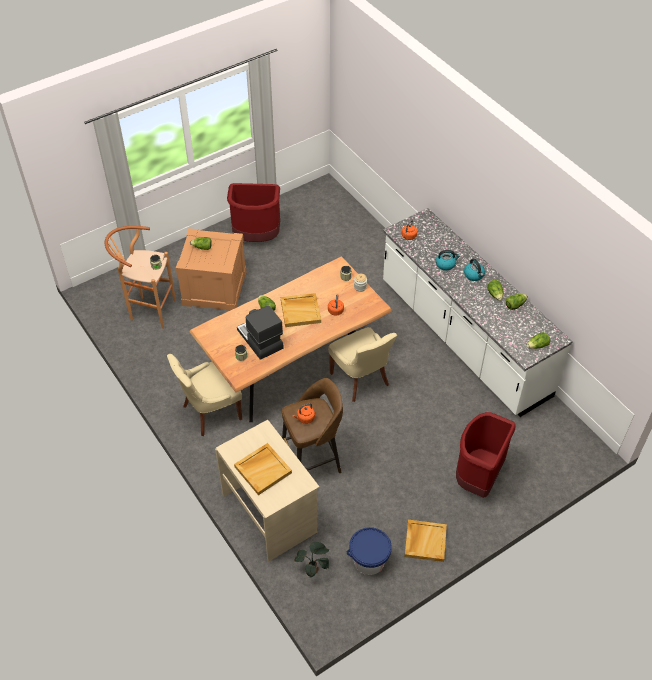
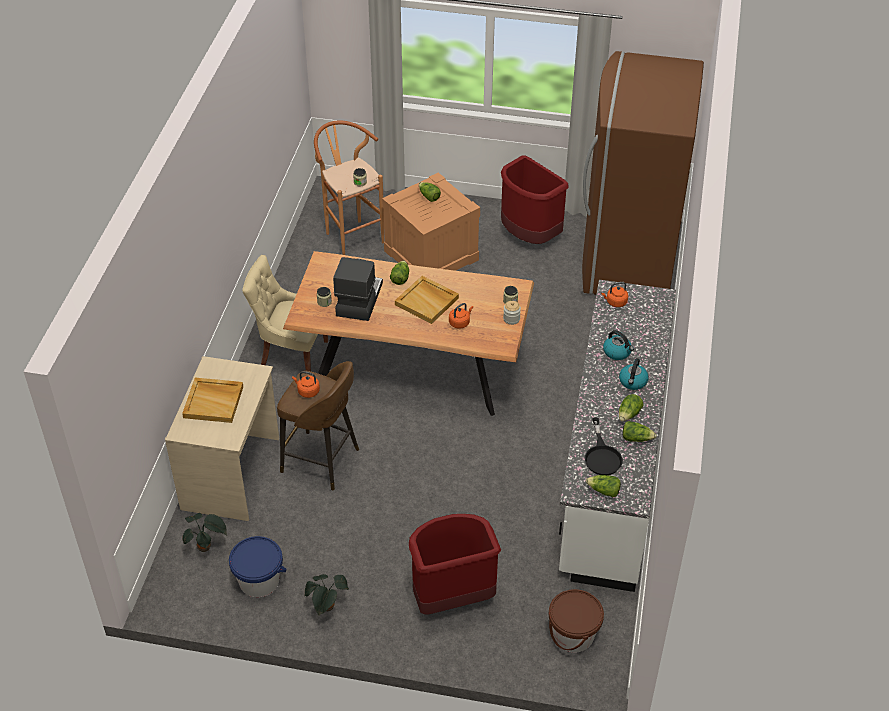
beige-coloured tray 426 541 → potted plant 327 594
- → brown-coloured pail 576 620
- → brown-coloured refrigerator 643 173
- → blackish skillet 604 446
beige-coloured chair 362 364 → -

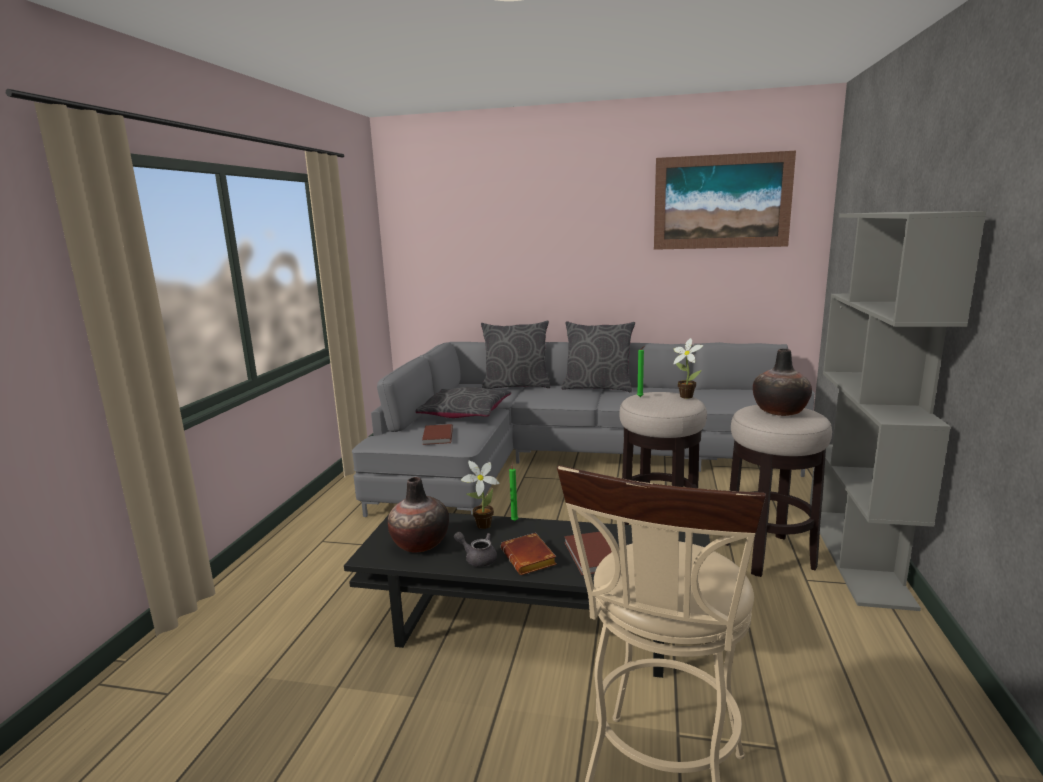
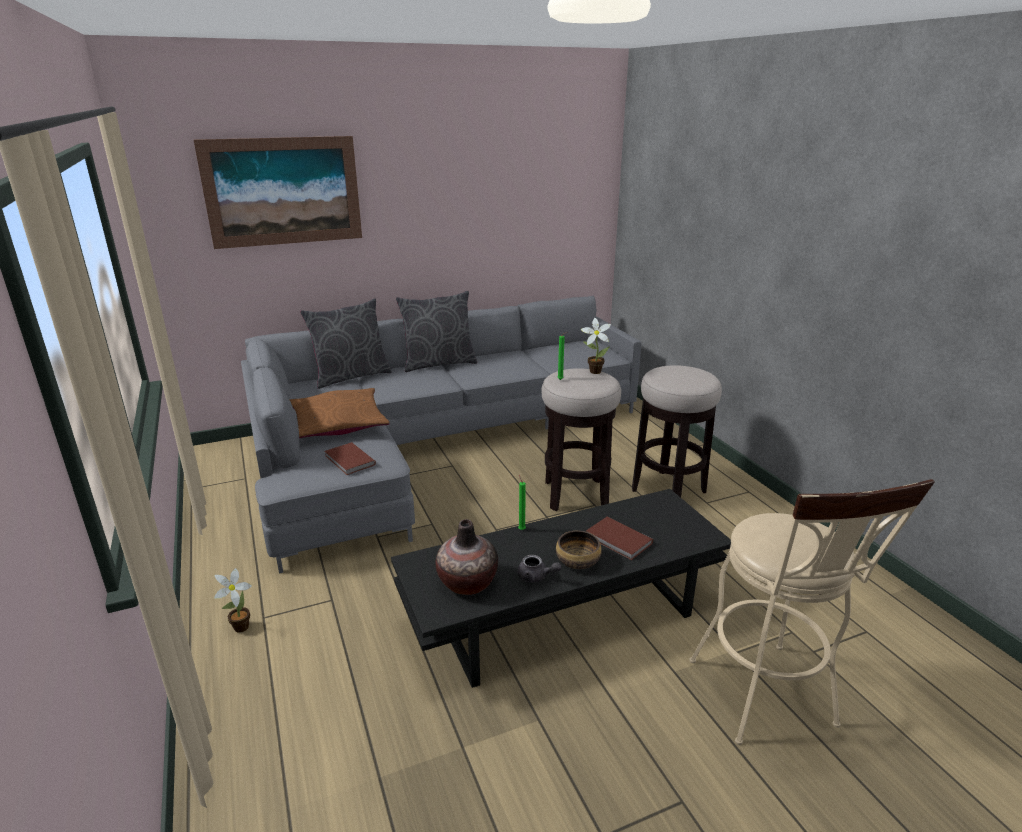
wall art 725 200 → wall art 278 192, moved
potted plant 480 495 → potted plant 233 600, moved
grey throw pillow 463 402 → brown-coloured throw pillow 339 413
grey pot for tea 475 549 → grey pot for tea 539 568, 150 degrees counterclockwise
brown-coloured bound book 529 554 → bowl 579 550
vase 782 382 → -
grey shelving unit 898 411 → -

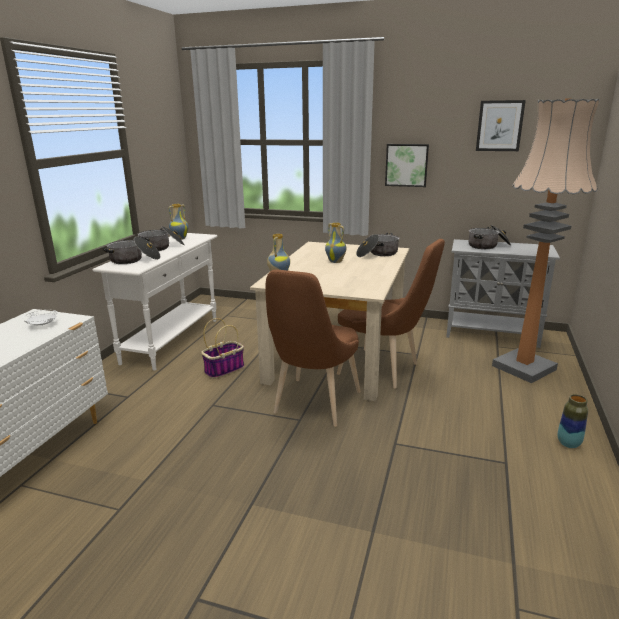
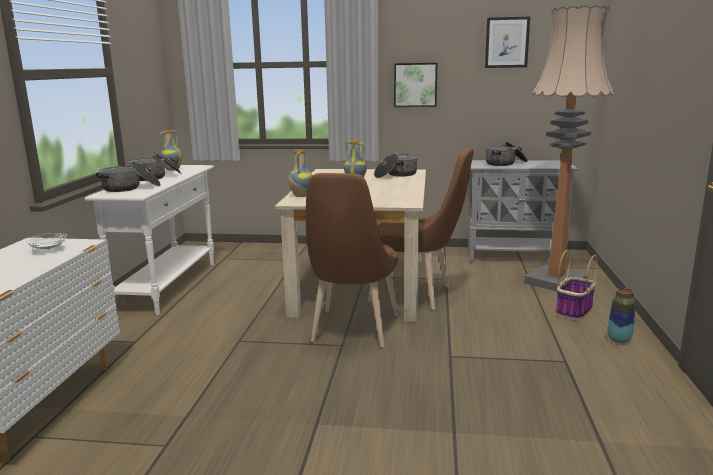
basket 222 348 → basket 577 285, moved

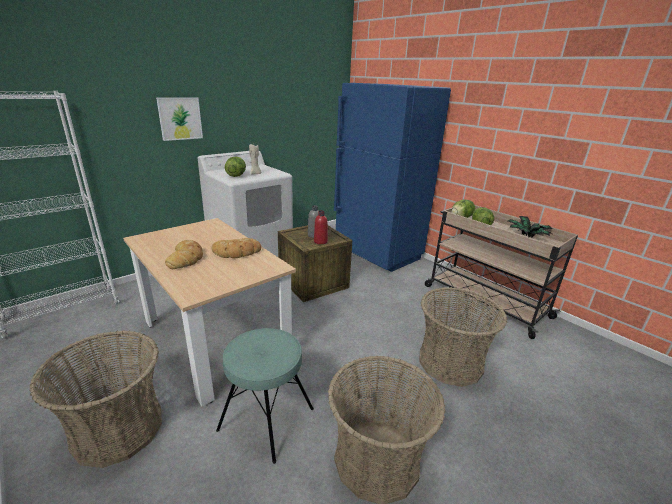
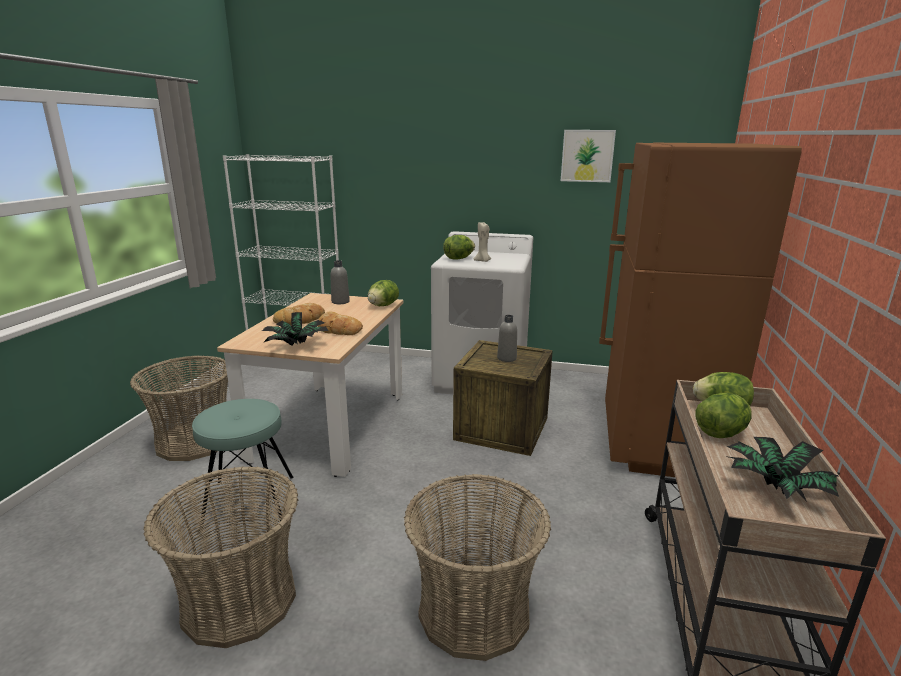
- → potted plant 295 329
- → grey drink bottle 340 282
- → lettuce head 383 293
wall art 179 119 → wall art 588 156, moved
bluish refrigerator 392 177 → brown-coloured refrigerator 700 310
reddish drink bottle 321 227 → -

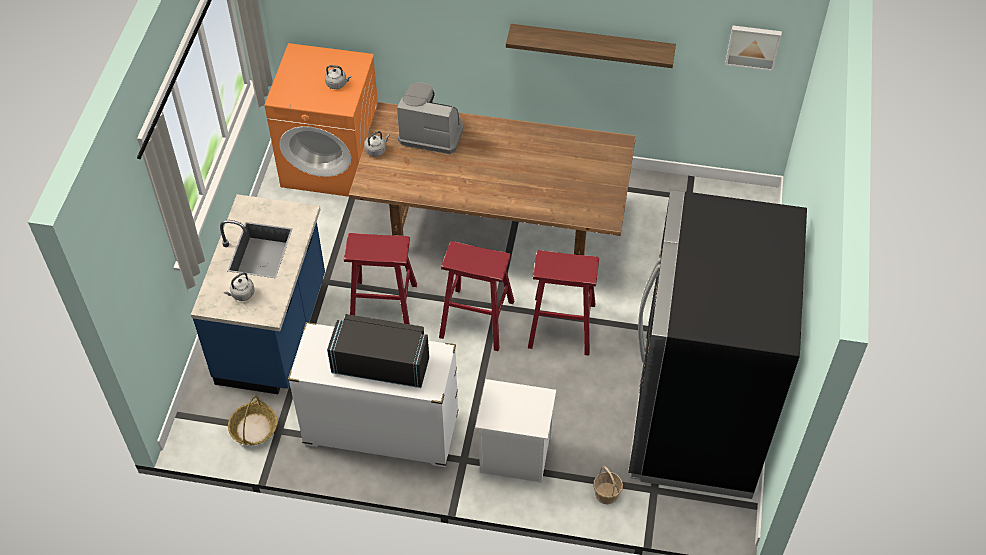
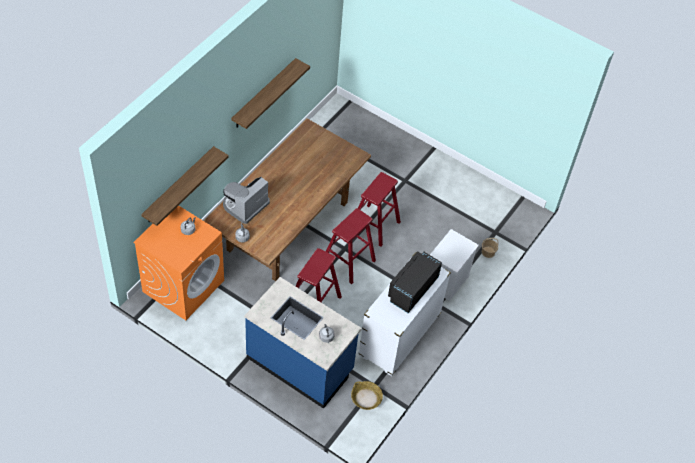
- → bracket shelf 185 186
blackish refrigerator 717 344 → -
wall art 753 48 → -

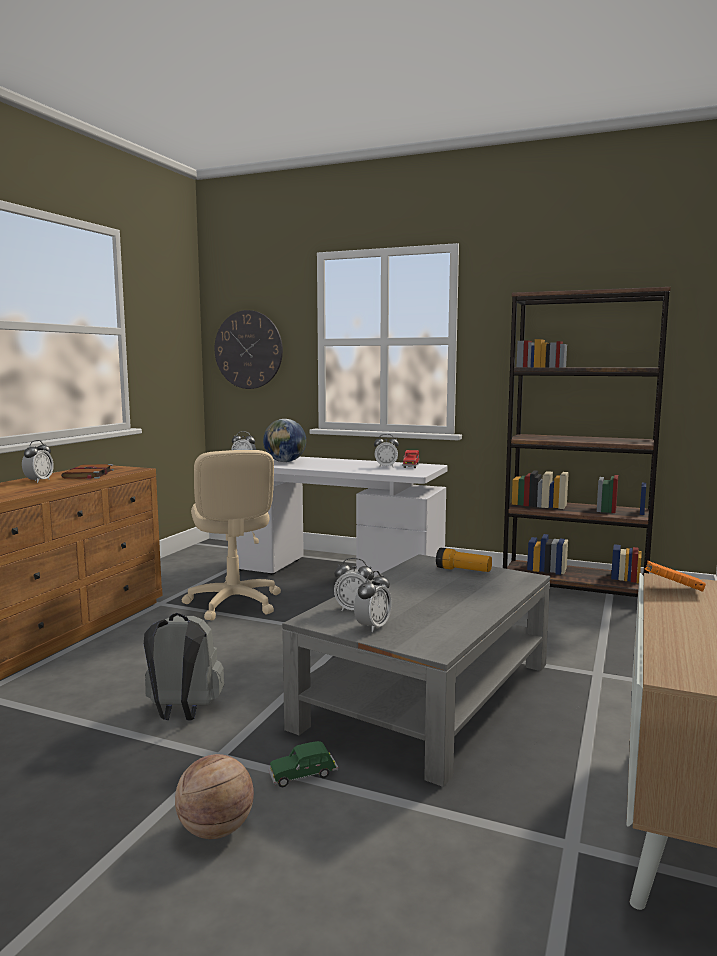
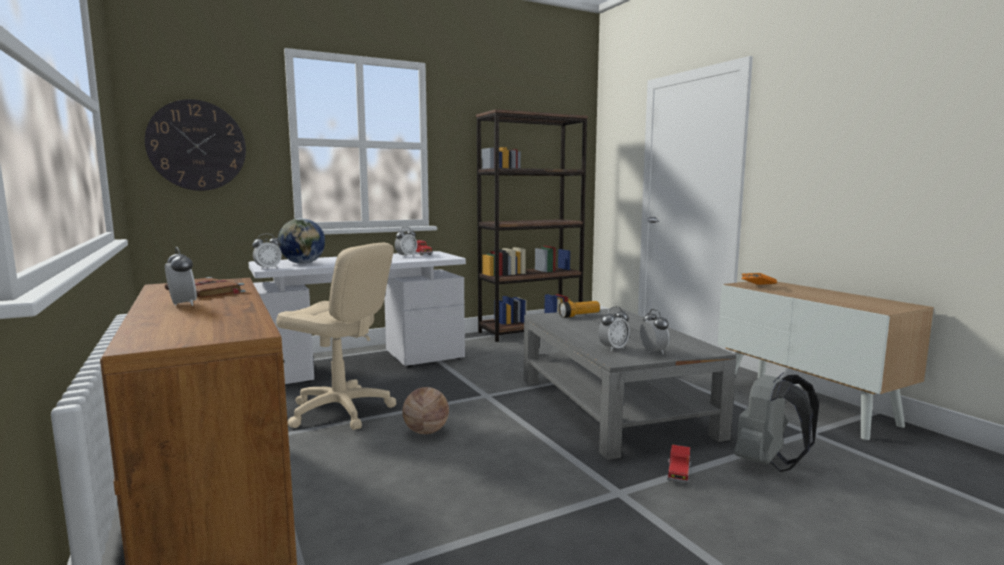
ball for basketball 214 796 → ball for basketball 425 410, moved
green model car 303 764 → reddish model car 679 464
grey knapsack 184 667 → grey knapsack 776 422, moved

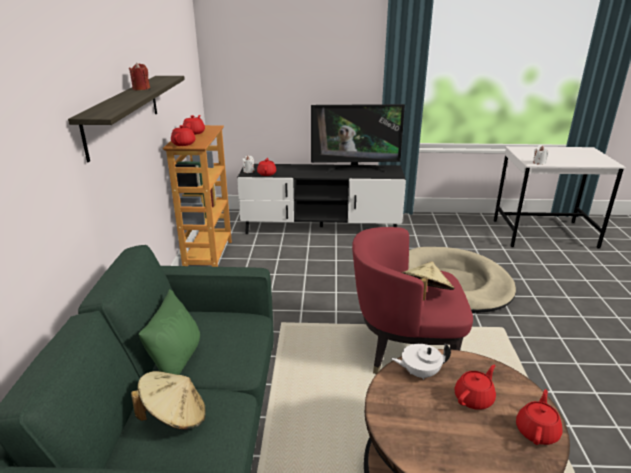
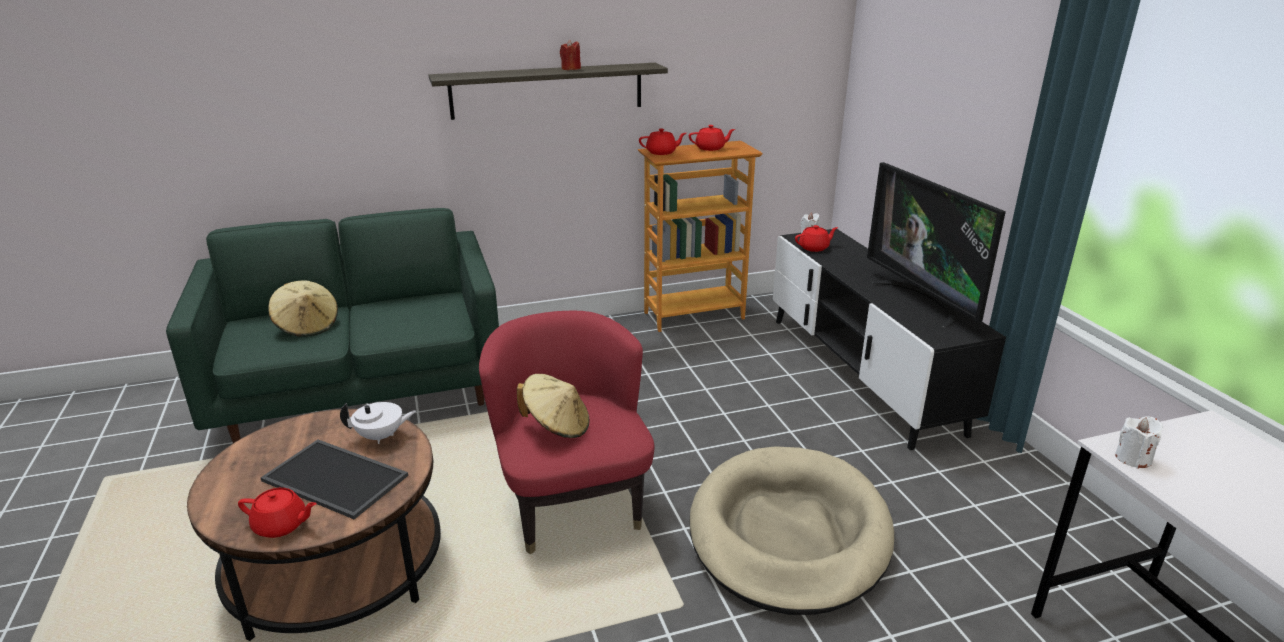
reddish pot for tea 475 387 → tray 334 479
white pot for tea 421 361 → white pot for tea 378 423, 105 degrees clockwise
green throw pillow 169 332 → -

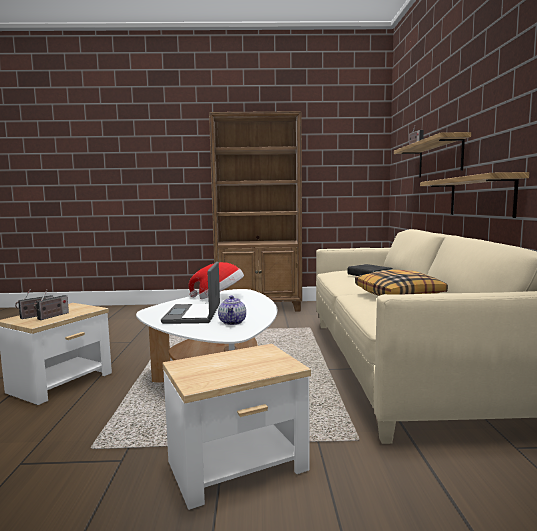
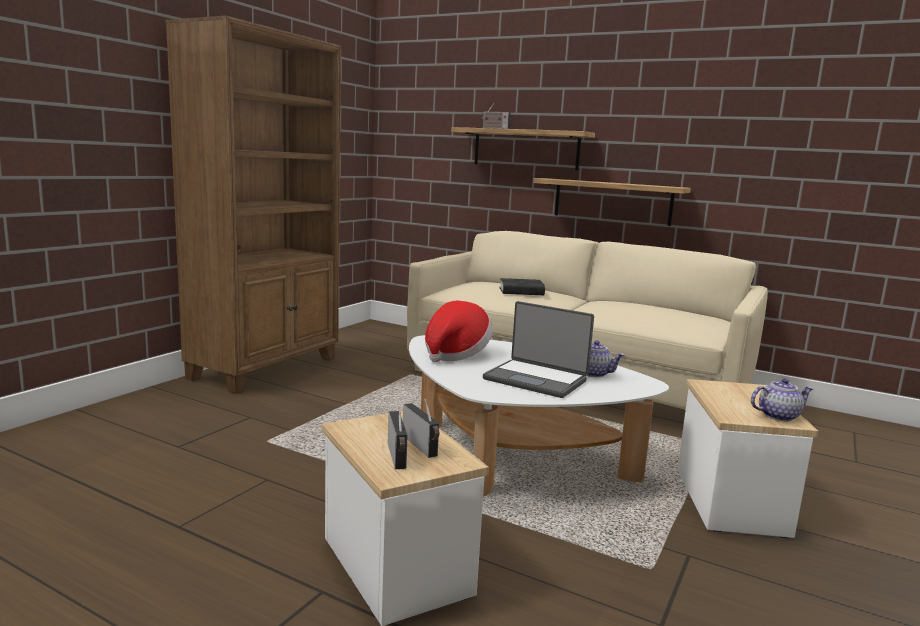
- → pot for tea 782 399
throw pillow 401 283 → -

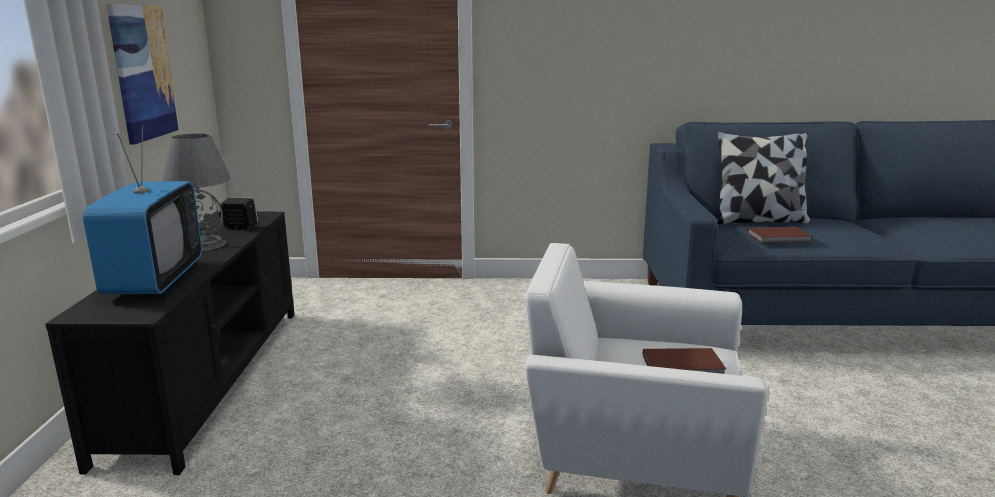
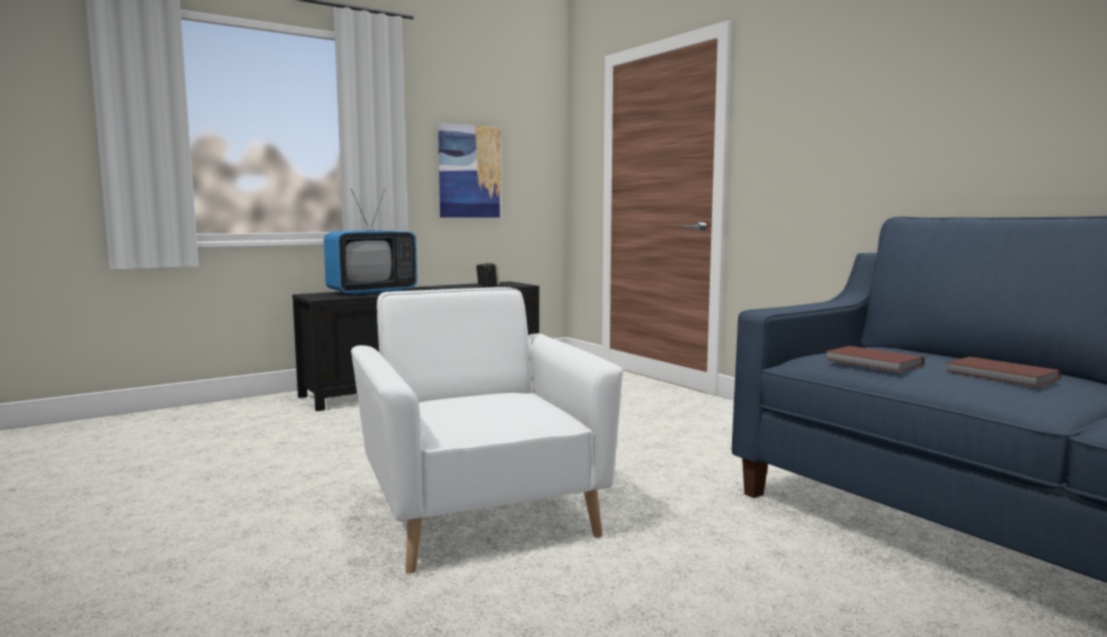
brown-coloured bound book 684 361 → brown-coloured bound book 1003 372, moved
grey lamp for a table 196 192 → -
throw pillow 764 177 → -

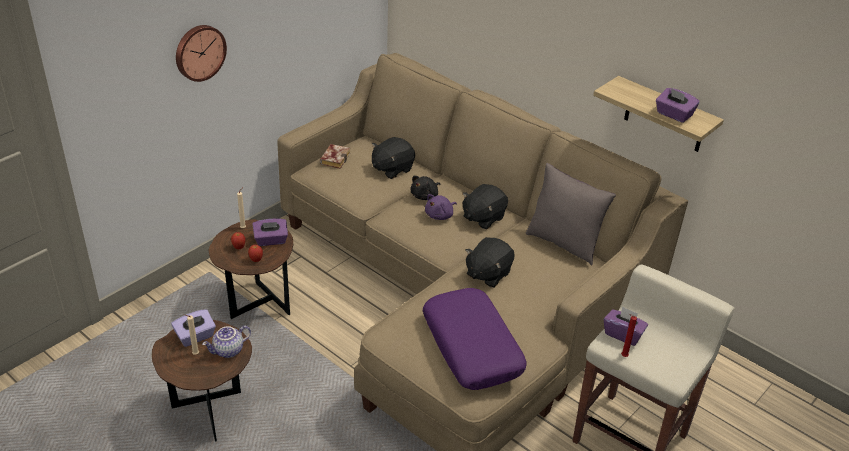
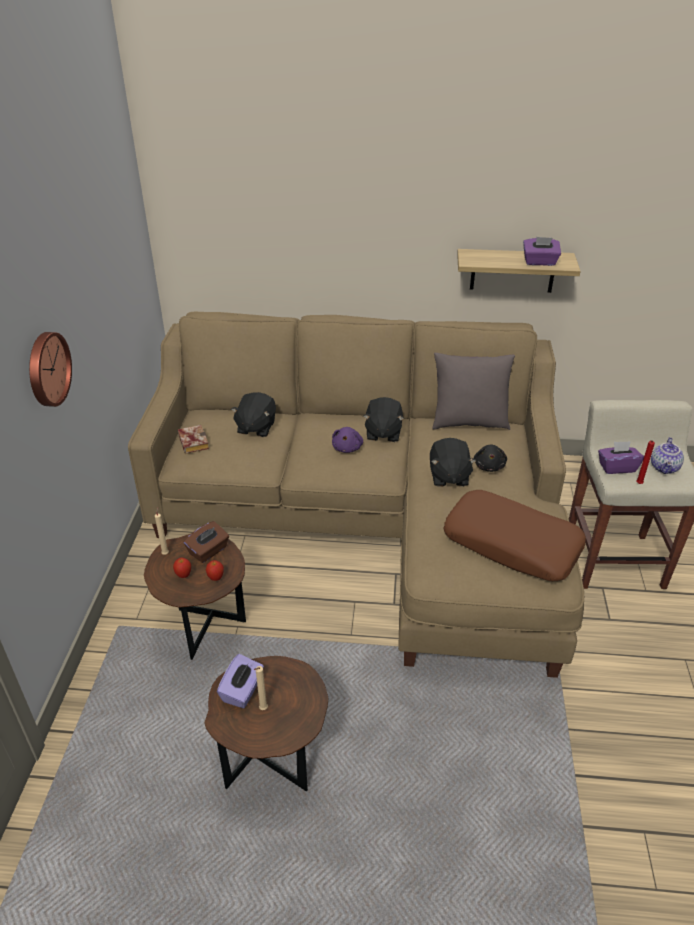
purplish tissue holder 270 232 → brown-coloured tissue holder 206 542
purplish throw pillow 475 339 → brown-coloured throw pillow 514 535
blackish soft toy 425 188 → blackish soft toy 490 458, moved
pot for tea 226 341 → pot for tea 667 455, moved

